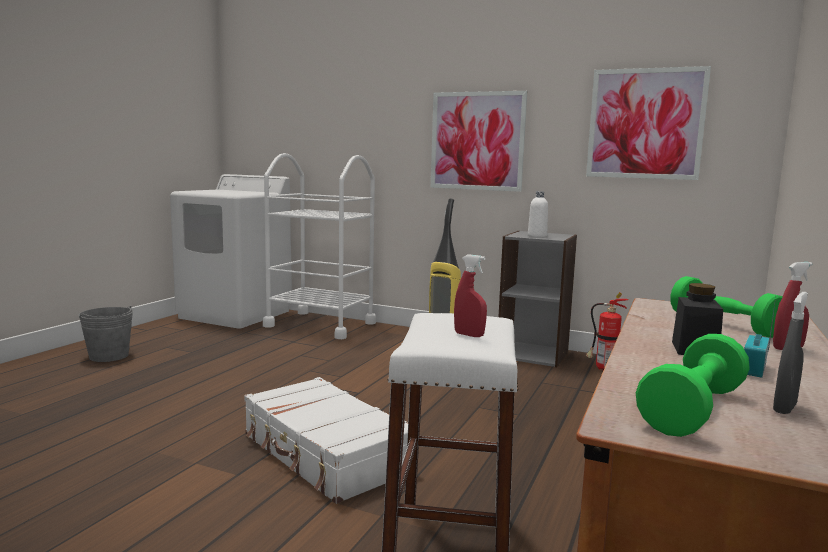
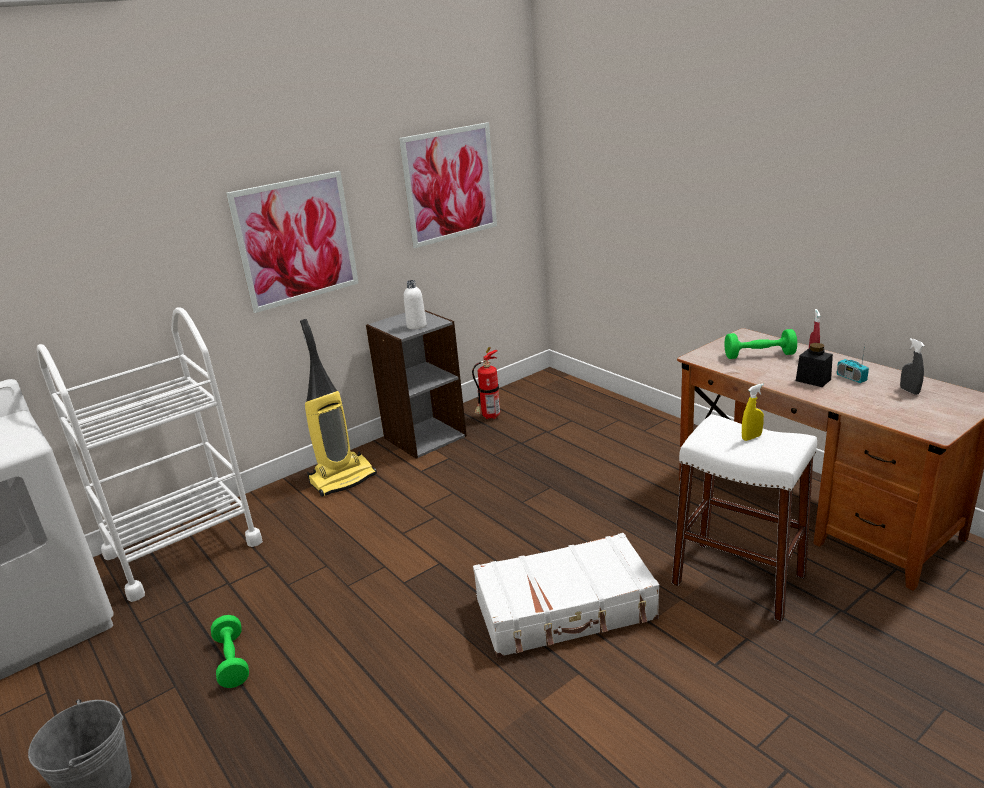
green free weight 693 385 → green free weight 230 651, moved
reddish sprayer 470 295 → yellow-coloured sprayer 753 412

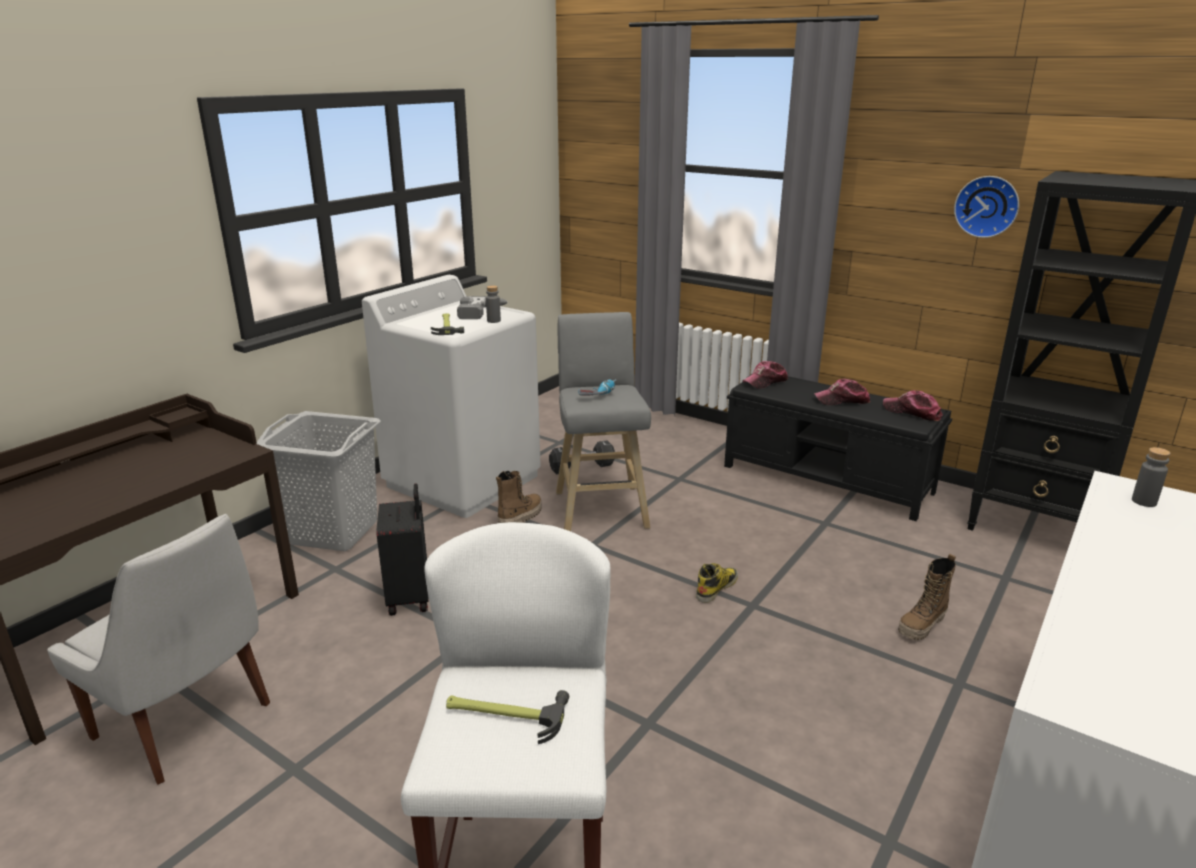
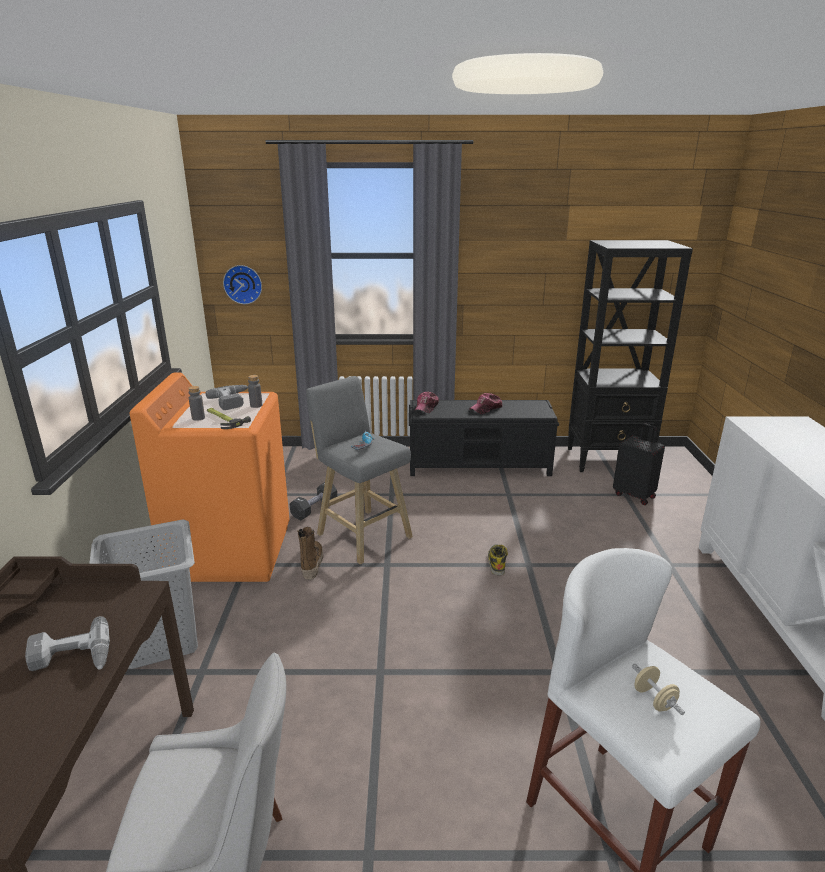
- → drill 67 643
white laundry machine 451 396 → orange laundry machine 210 477
grey drink bottle 1151 477 → grey drink bottle 196 403, moved
hanging clock 986 207 → hanging clock 242 284, moved
blackish piece of luggage 402 550 → blackish piece of luggage 639 464, moved
hand hammer 507 717 → beige-coloured free weight 658 689
baseball cap 913 405 → -
boot 927 597 → -

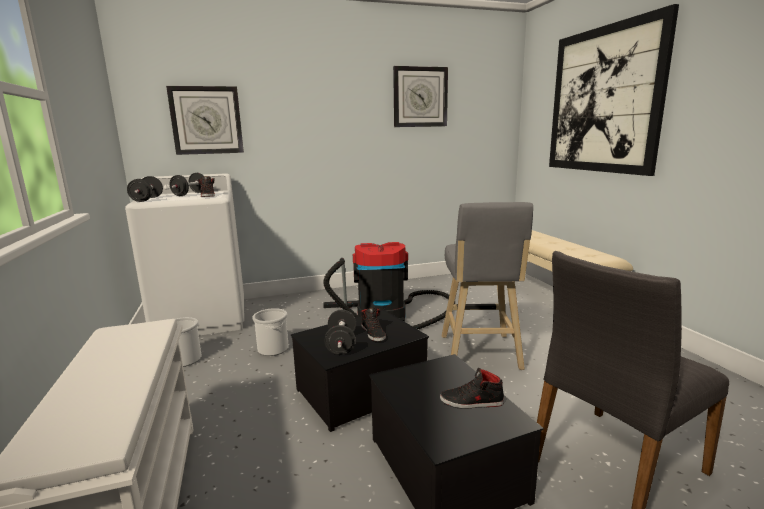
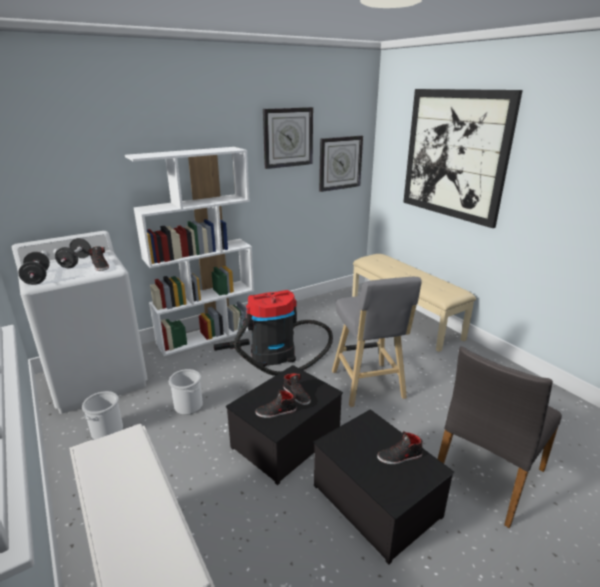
- → white shelving unit 189 251
blackish free weight 340 332 → blackish low shoe 276 404
hanging clock 205 120 → hanging clock 341 164, moved

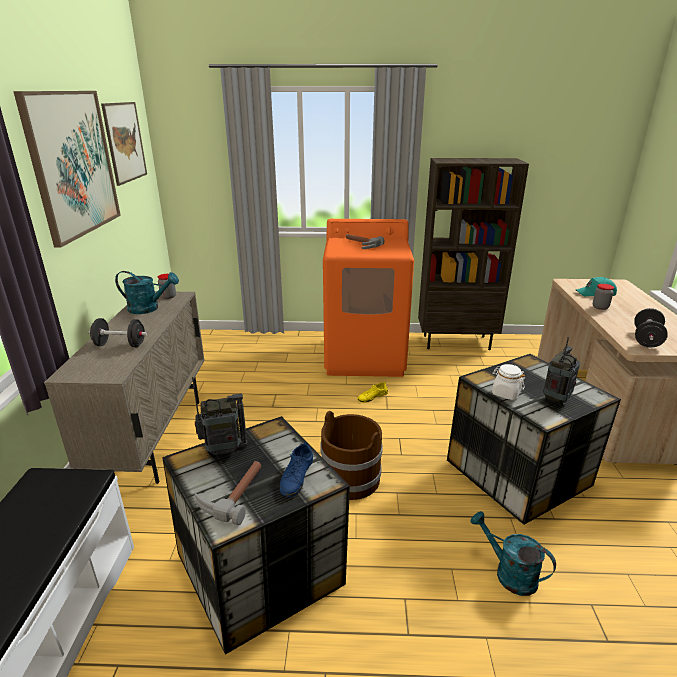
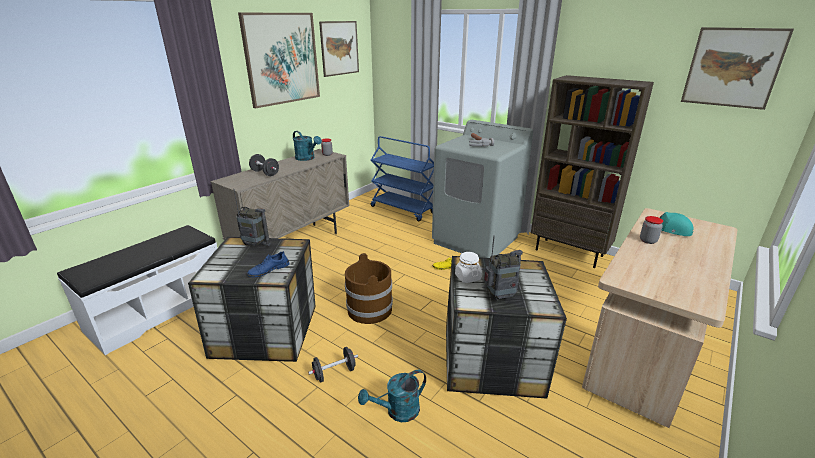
blackish free weight 651 327 → blackish free weight 333 364, moved
turquoise-coloured watering can 513 553 → turquoise-coloured watering can 392 396, 105 degrees counterclockwise
- → bluish trolley 402 178
orange laundry machine 368 298 → grey laundry machine 482 189
- → wall art 737 68
hand hammer 227 493 → -

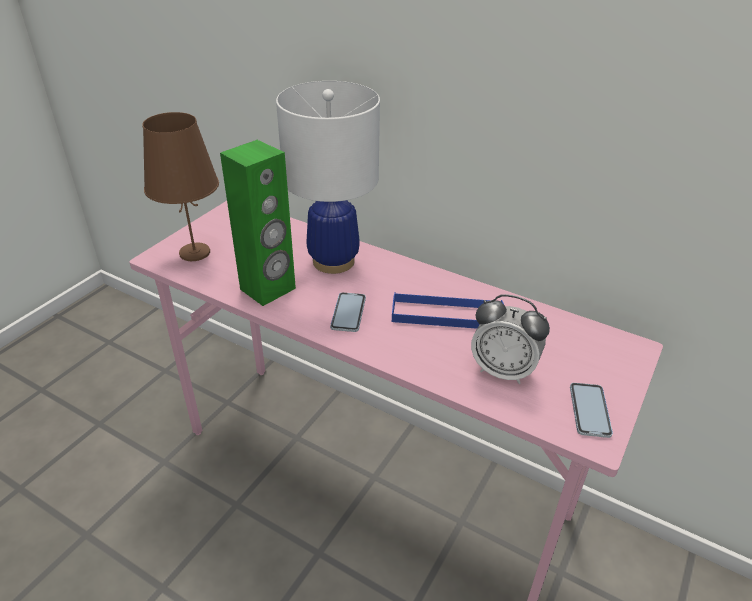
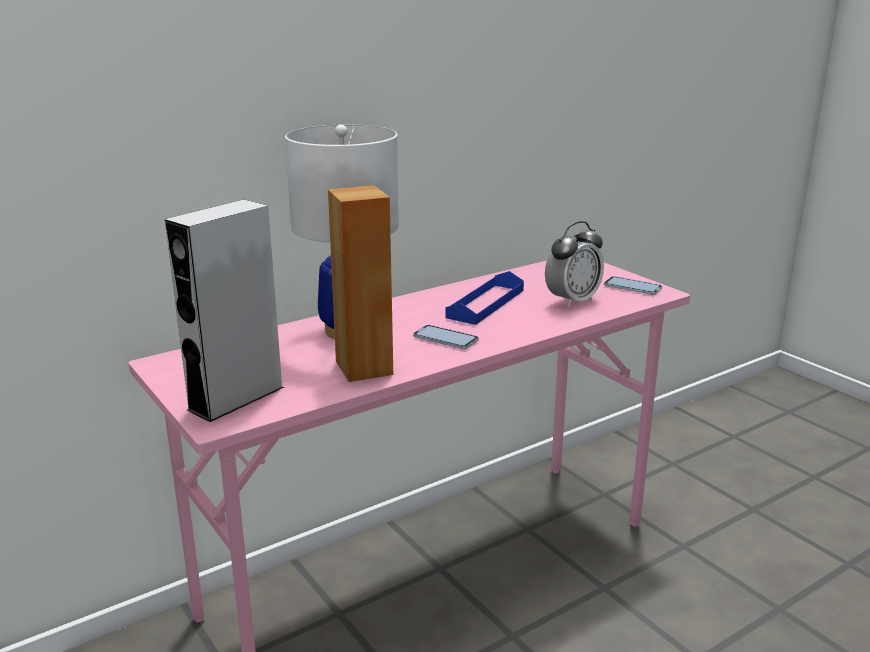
brown-coloured lamp for a table 180 186 → grey speaker 224 310
green speaker 258 223 → brown-coloured speaker 360 283

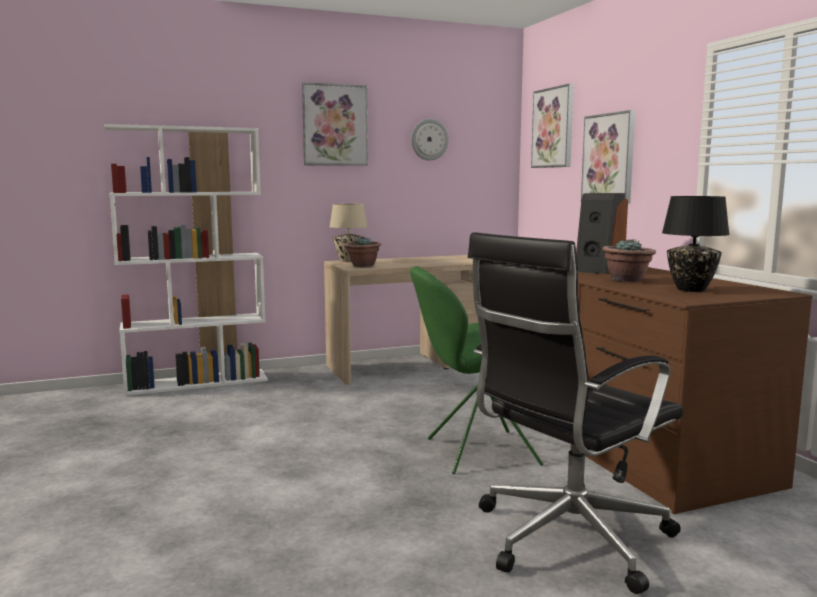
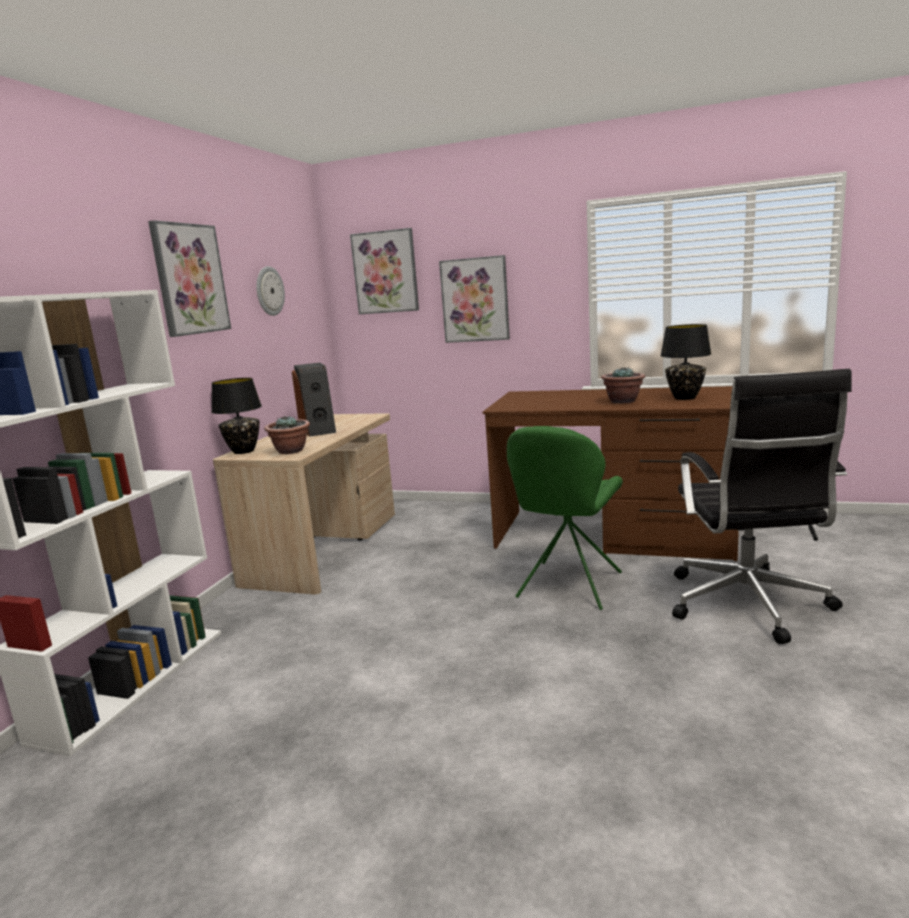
beige-coloured lamp for a table 349 233 → blackish lamp for a table 236 416
speaker 602 233 → speaker 314 400, moved

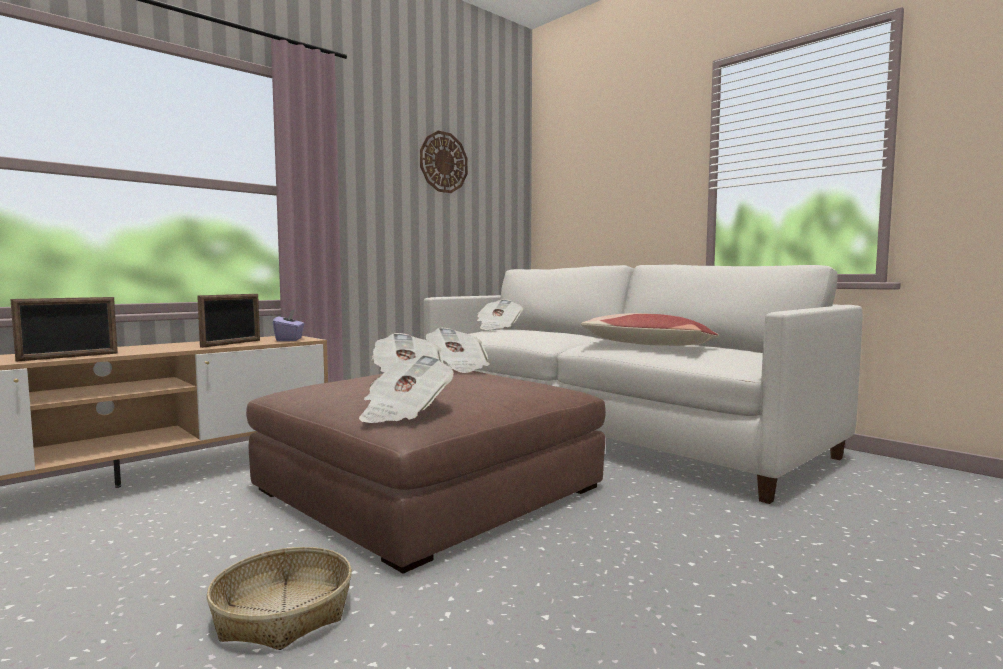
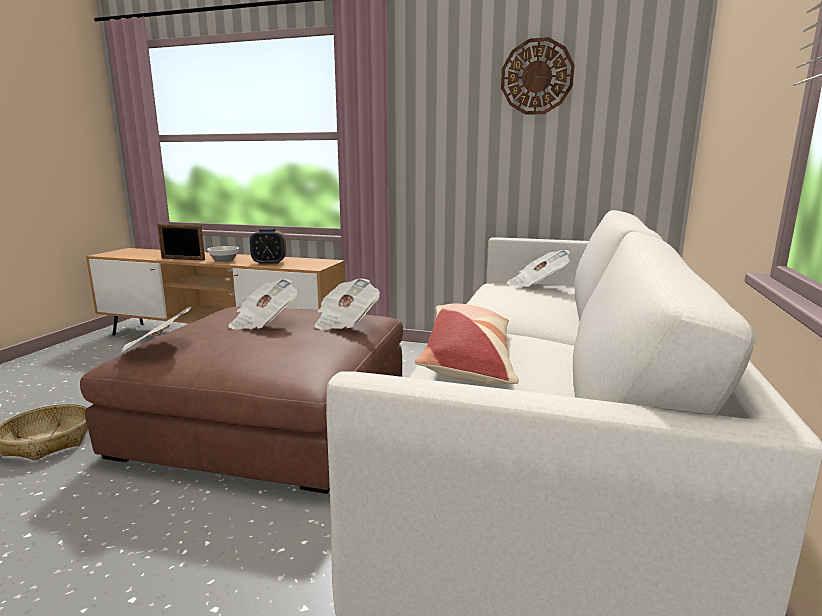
- → bowl 223 254
picture frame 228 321 → alarm clock 268 246
purplish tissue holder 288 325 → -

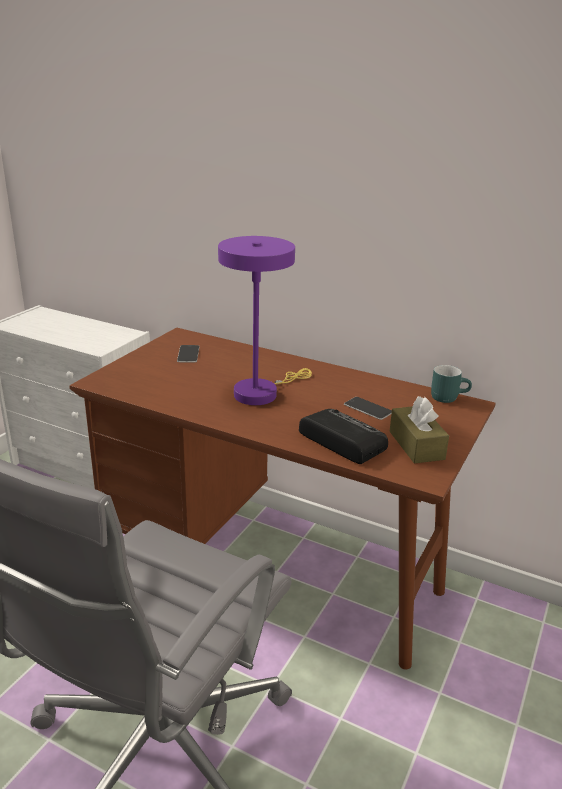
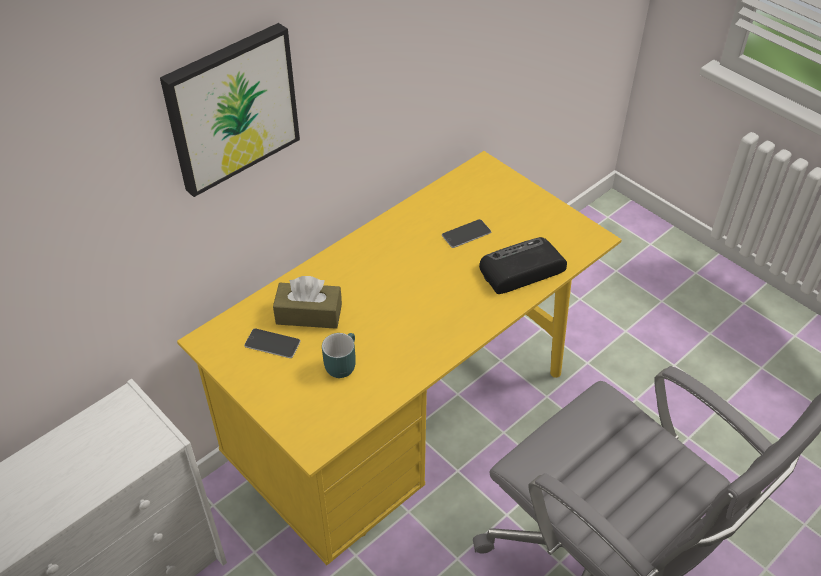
- → wall art 230 110
brown-coloured desk unit 282 498 → yellow-coloured desk unit 399 358
brown-coloured tissue holder 419 430 → brown-coloured tissue holder 307 302, moved
turquoise-coloured mug 451 384 → turquoise-coloured mug 339 355, moved
purplish lamp for a table 265 320 → -

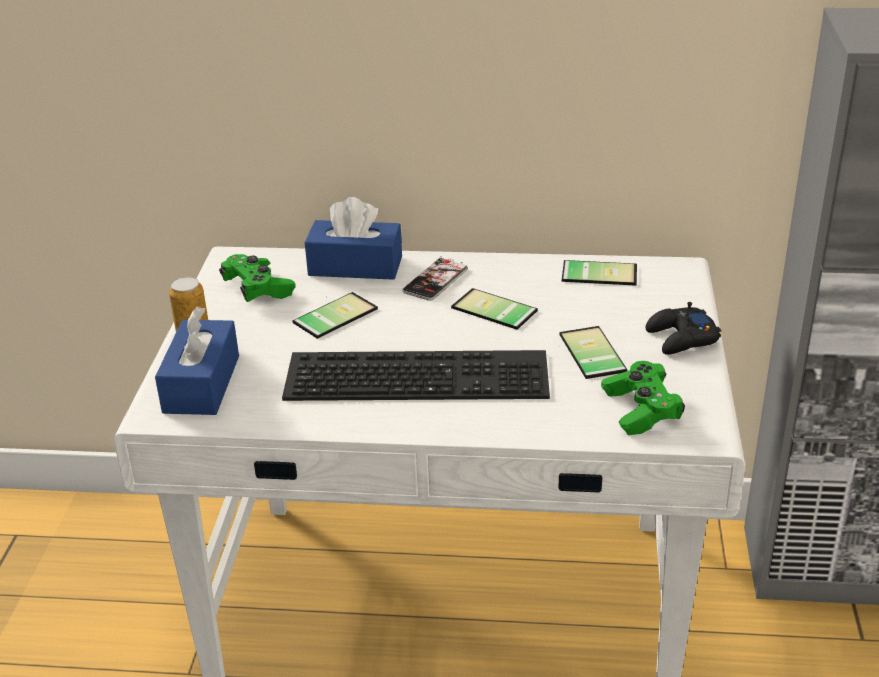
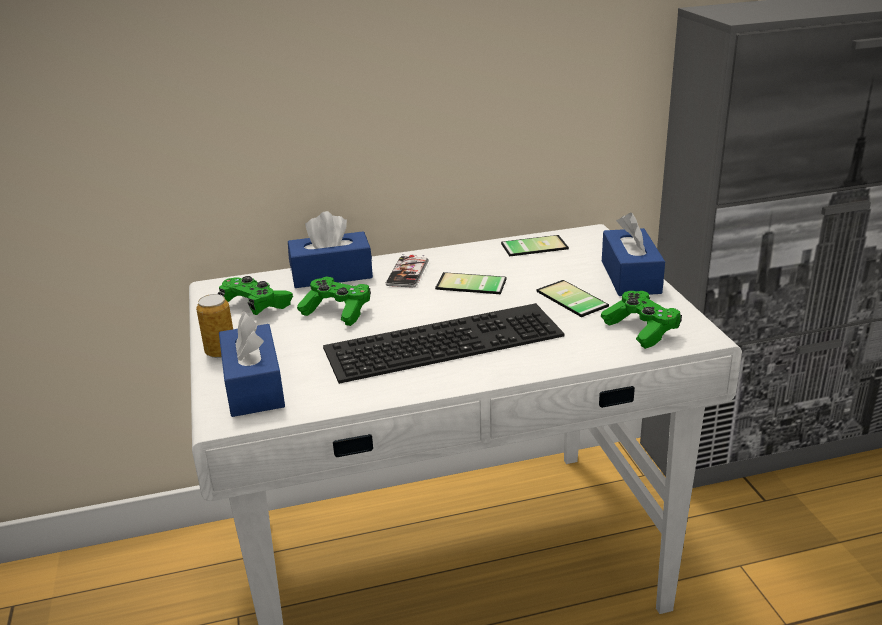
phone 335 315 → green gamepad 334 301
blackish gamepad 683 328 → bluish tissue holder 633 254

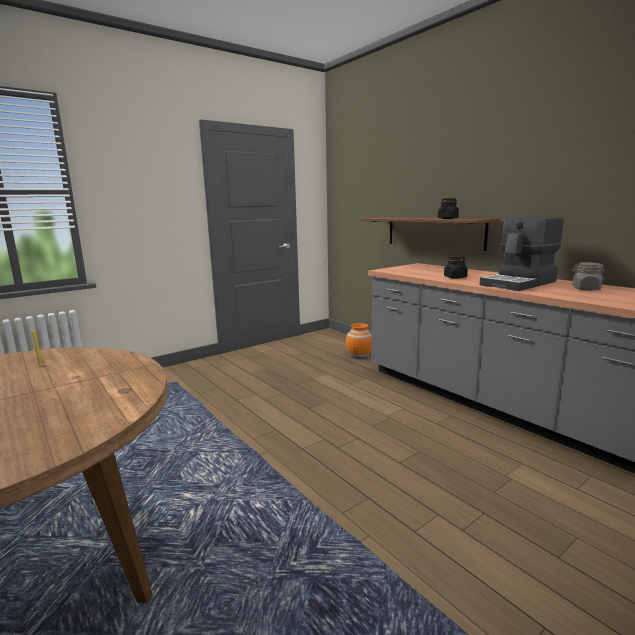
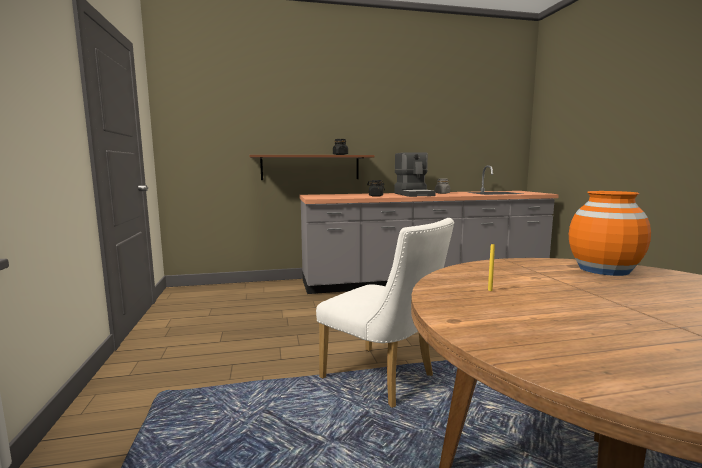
- → white chair 385 313
orange vase 359 341 → orange vase 610 233, moved

